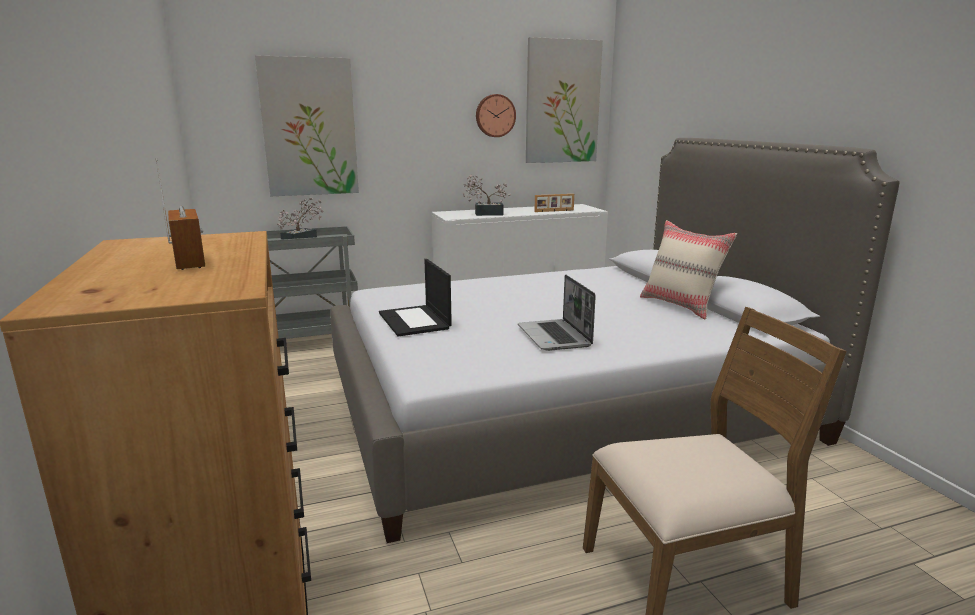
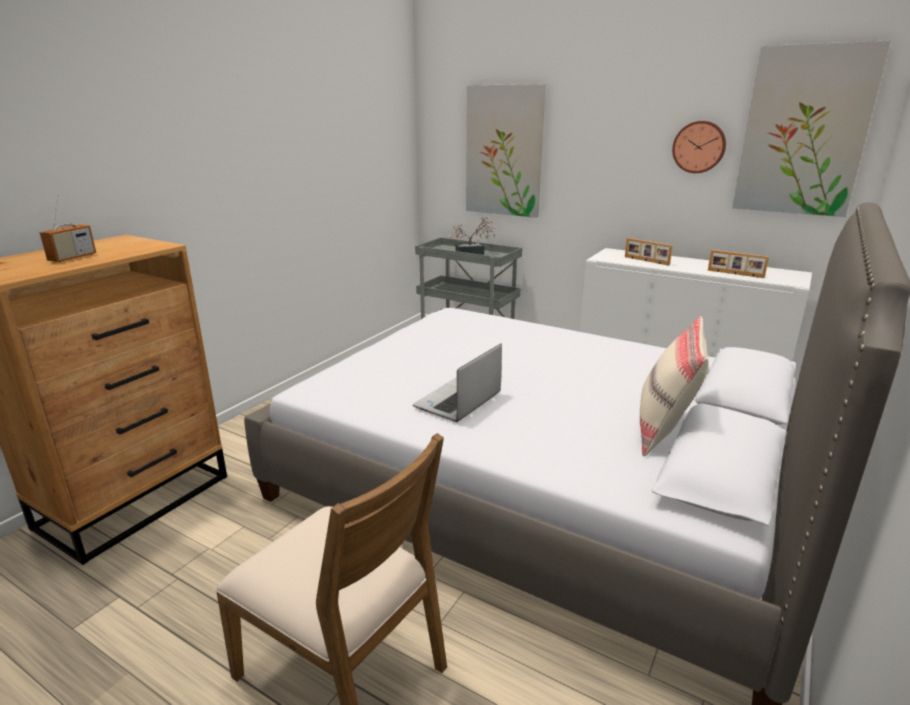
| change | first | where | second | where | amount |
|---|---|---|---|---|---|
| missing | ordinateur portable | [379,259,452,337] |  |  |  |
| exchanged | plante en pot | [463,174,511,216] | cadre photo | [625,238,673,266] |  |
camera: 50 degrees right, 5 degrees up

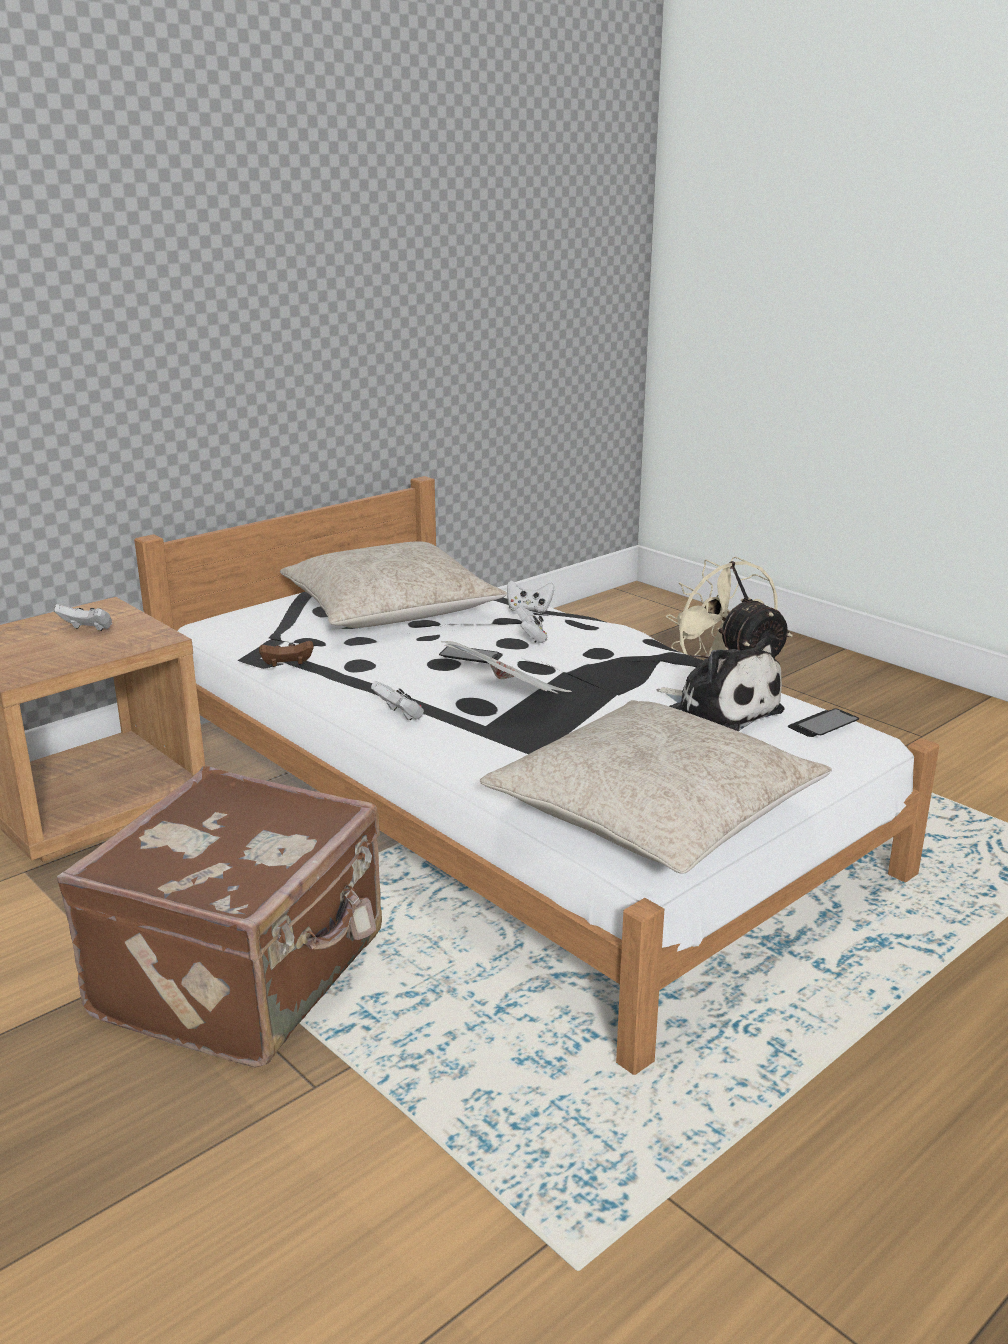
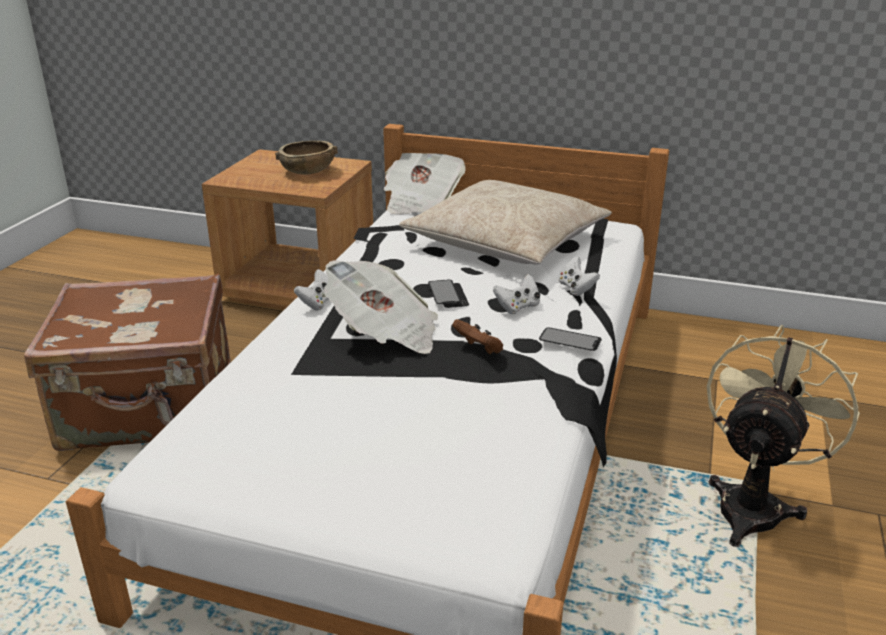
| change | first | where | second | where | amount |
|---|---|---|---|---|---|
| exchanged | manette [blanc] | [54,604,112,631] | bol [marron] | [275,141,338,175] |  |
| relocated | manette [marron] | [259,641,314,667] |  | [452,319,503,354] |  |
| missing | coussin [beige] | [480,700,832,874] |  |  |  |
| missing | peluche | [657,637,785,731] |  |  |  |
| relocated | téléphone | [788,708,859,737] |  | [539,327,602,351] |  |
| appeared |  |  | journal | [384,153,466,215] |  |
camera: 60 degrees right, 5 degrees up

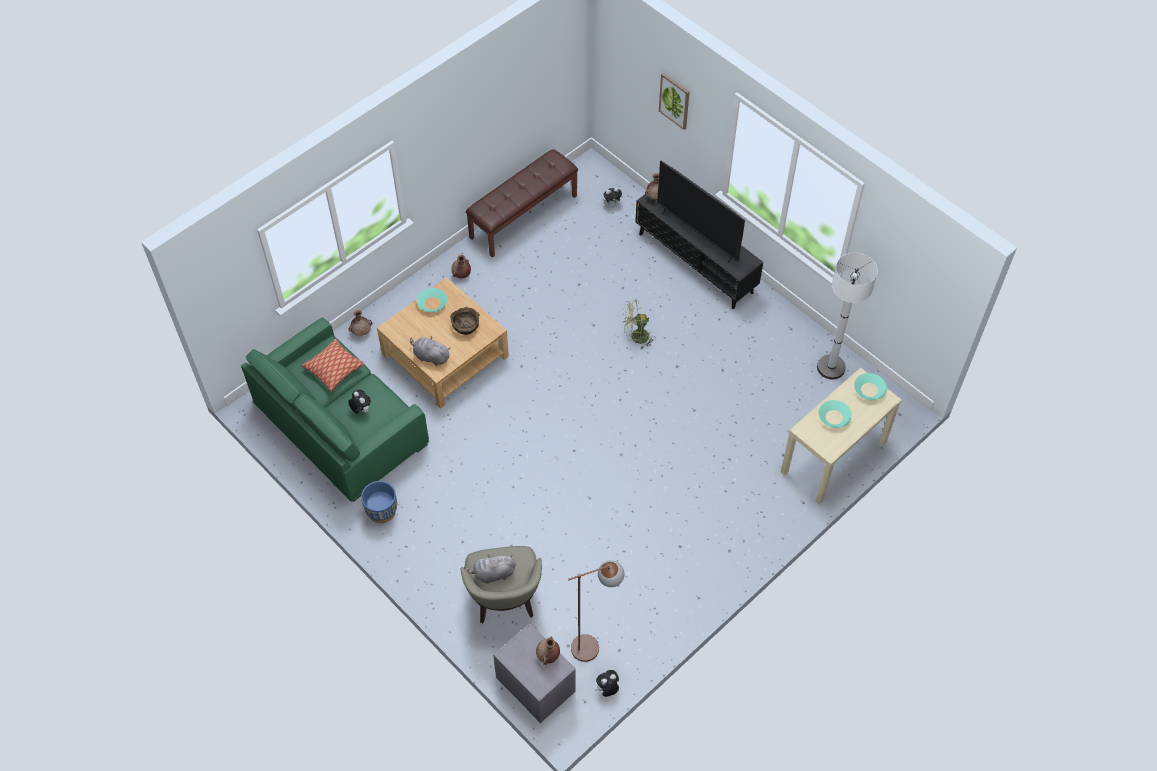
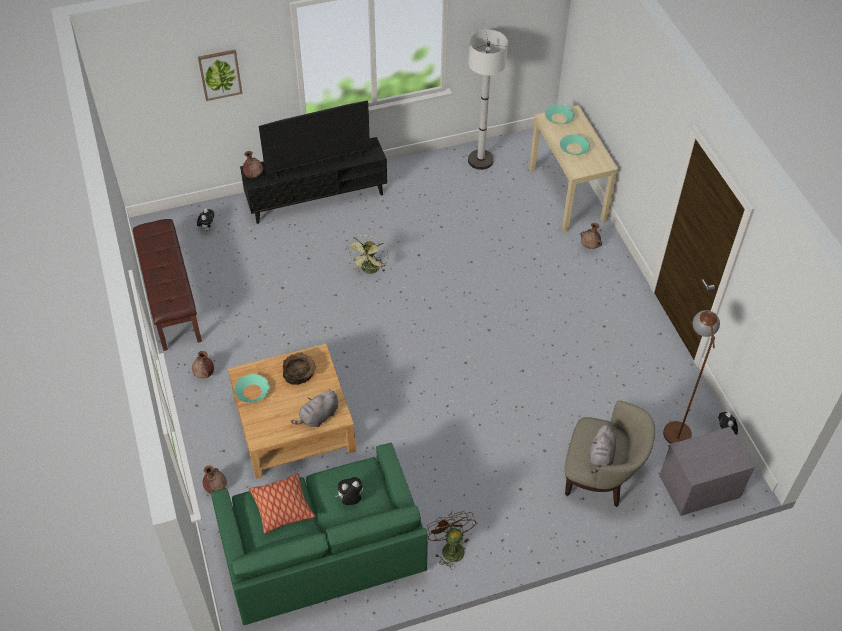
| change | first | where | second | where | amount |
|---|---|---|---|---|---|
| exchanged | cache-pot [bleu] | [361,481,397,523] | ventilateur [marron] | [427,511,476,569] |  |
| relocated | vase [marron] | [536,637,560,665] |  | [580,223,602,249] |  |
camera: 65 degrees left, 5 degrees down

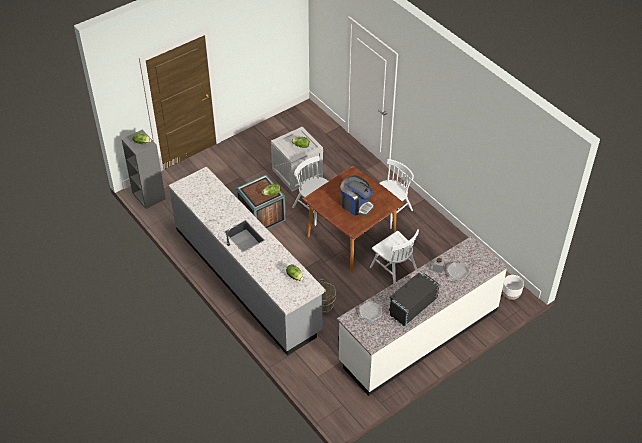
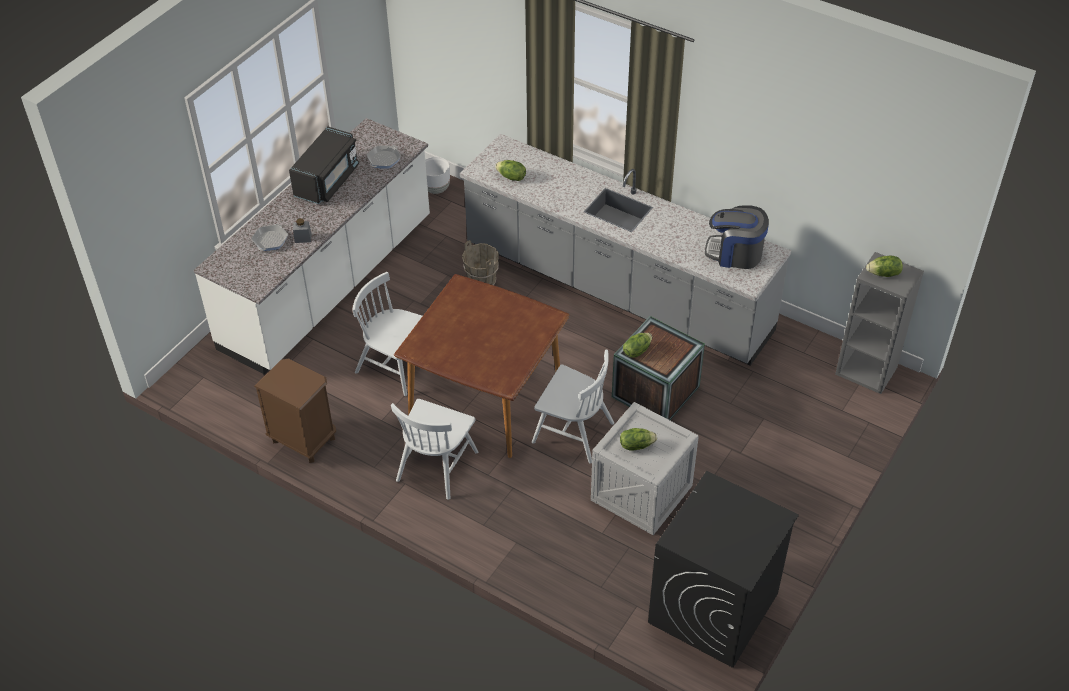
| change | first | where | second | where | amount |
|---|---|---|---|---|---|
| relocated | machine à café | [340,175,374,216] |  | [705,205,769,269] |  |
| relocated | cache-pot [blanc] | [502,275,524,300] |  | [425,157,450,194] |  |
| appeared |  |  | table de chevet [marron] | [254,358,336,463] |  |
| appeared |  |  | lave-linge [noir] | [648,471,799,668] |  |
camera: 160 degrees right, 0 degrees up

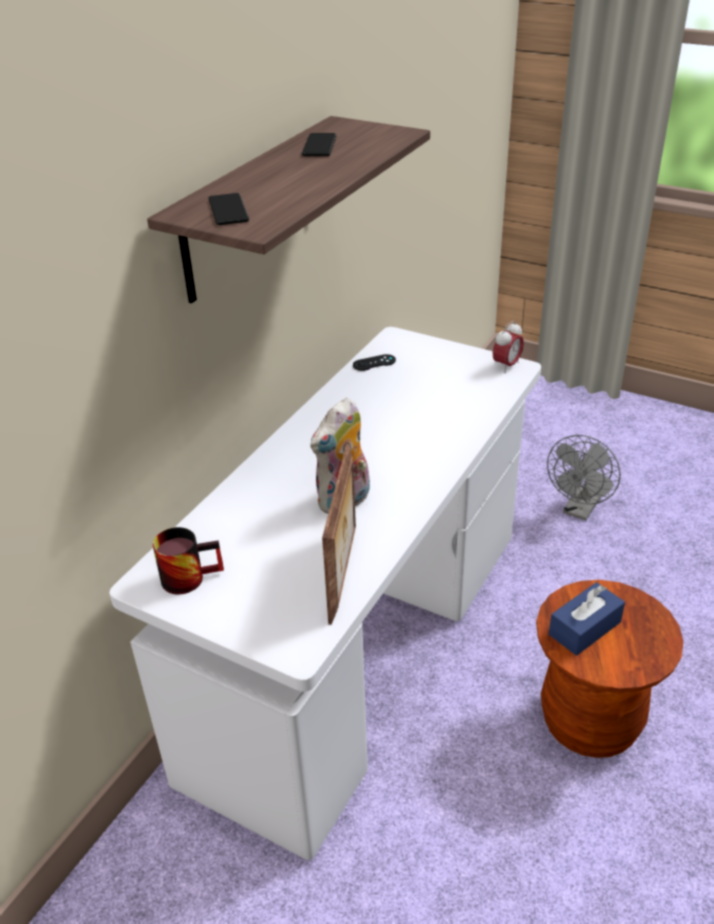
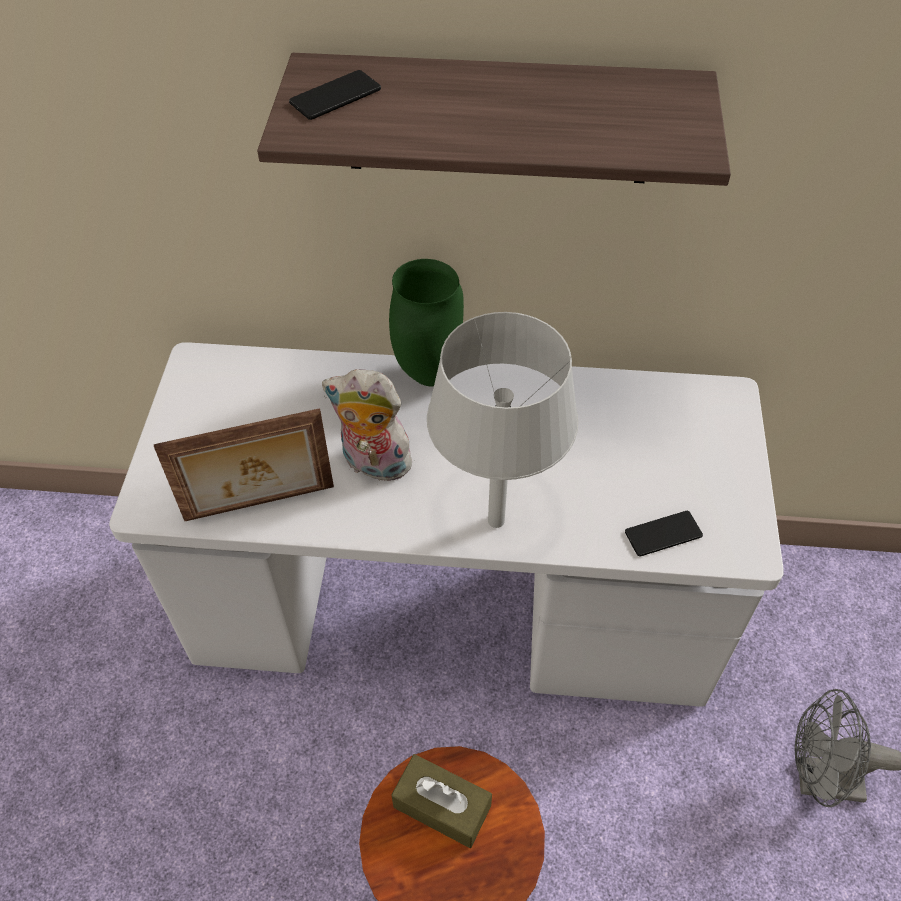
| change | first | where | second | where | amount |
|---|---|---|---|---|---|
| missing | mug | [153,527,224,594] |  |  |  |
| relocated | téléphone | [302,133,337,156] |  | [625,511,703,556] |  |
| missing | manette [noir] | [353,354,396,371] |  |  |  |
| missing | réveil | [493,321,524,373] |  |  |  |
| colour | boîte à mouchoirs [bleu] | [549,582,625,656] | boîte à mouchoirs [marron] | [391,754,492,848] |  |
| appeared |  |  | vase [vert] | [389,259,464,387] |  |
| appeared |  |  | lampe de table [gris] | [427,312,578,528] |  |
camera: 65 degrees right, 15 degrees up

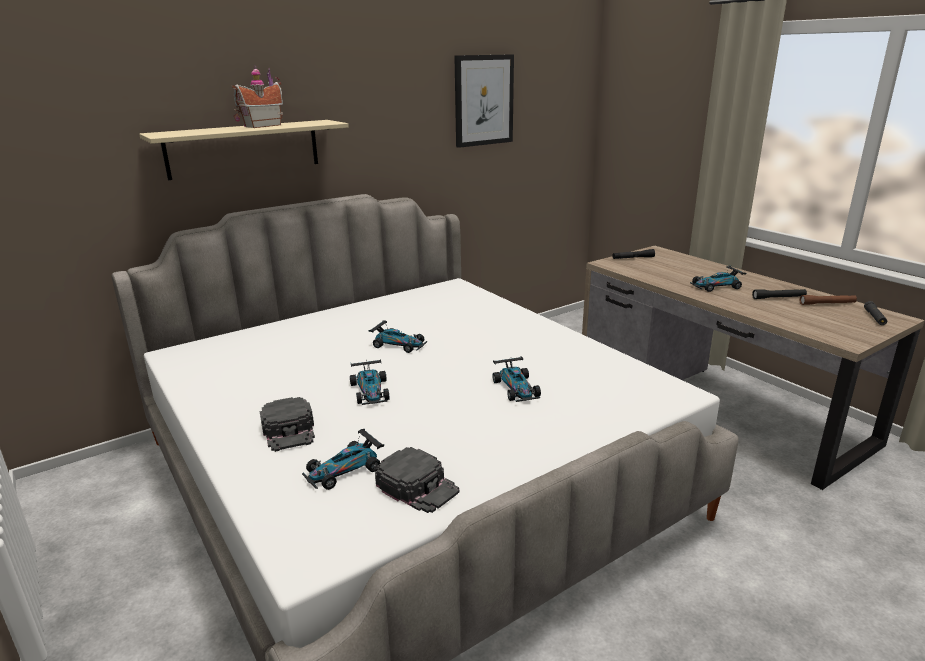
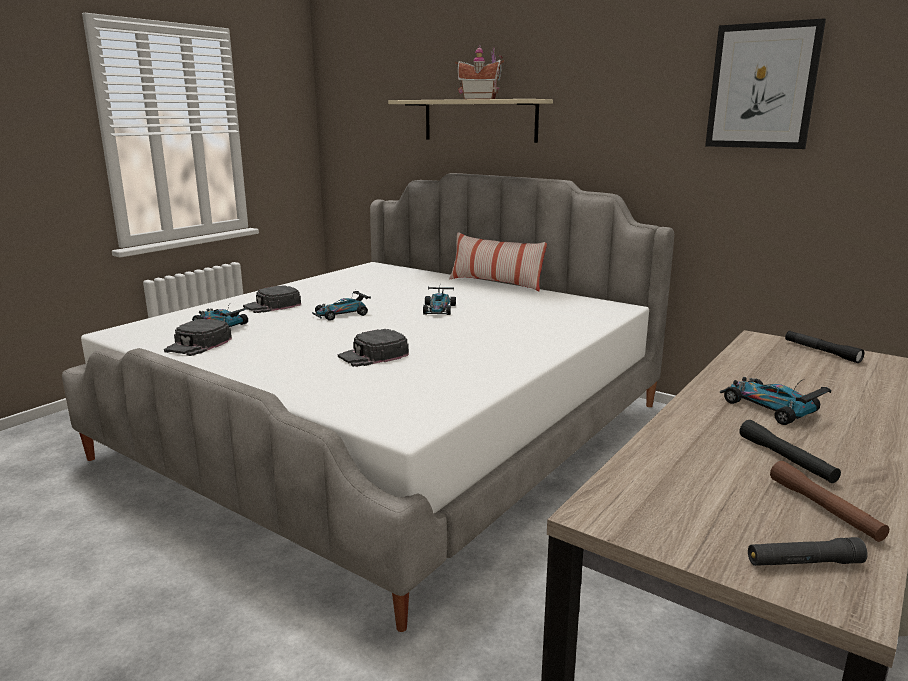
| change | first | where | second | where | amount |
|---|---|---|---|---|---|
| exchanged | petite voiture | [493,357,541,402] | casquette [noir] | [338,329,409,367] |  |
| appeared |  |  | coussin | [449,232,547,291] |  |
camera: 70 degrees right, 5 degrees down

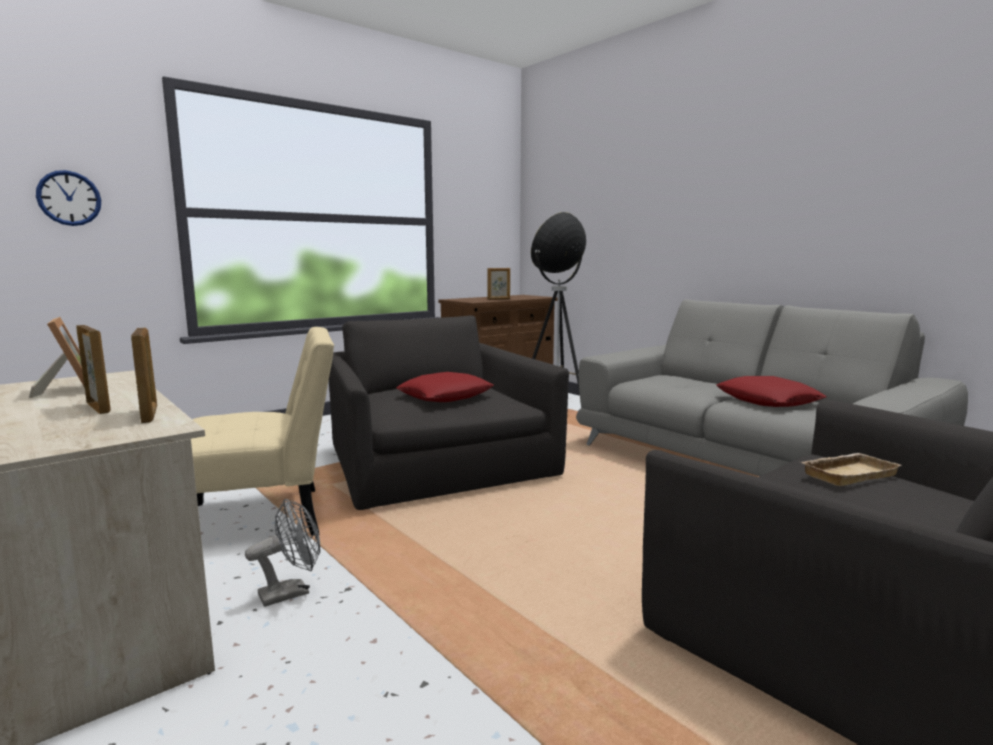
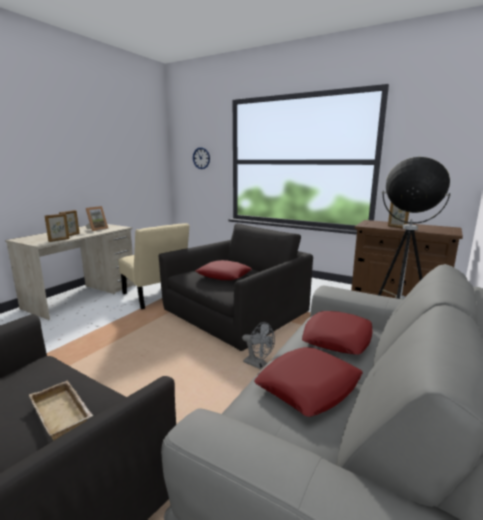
| change | first | where | second | where | amount |
|---|---|---|---|---|---|
| relocated | ventilateur [gris] | [245,499,320,607] |  | [242,322,275,369] |  |
| appeared |  |  | coussin [rouge] | [302,311,373,355] |  |
camera: 70 degrees right, 5 degrees up

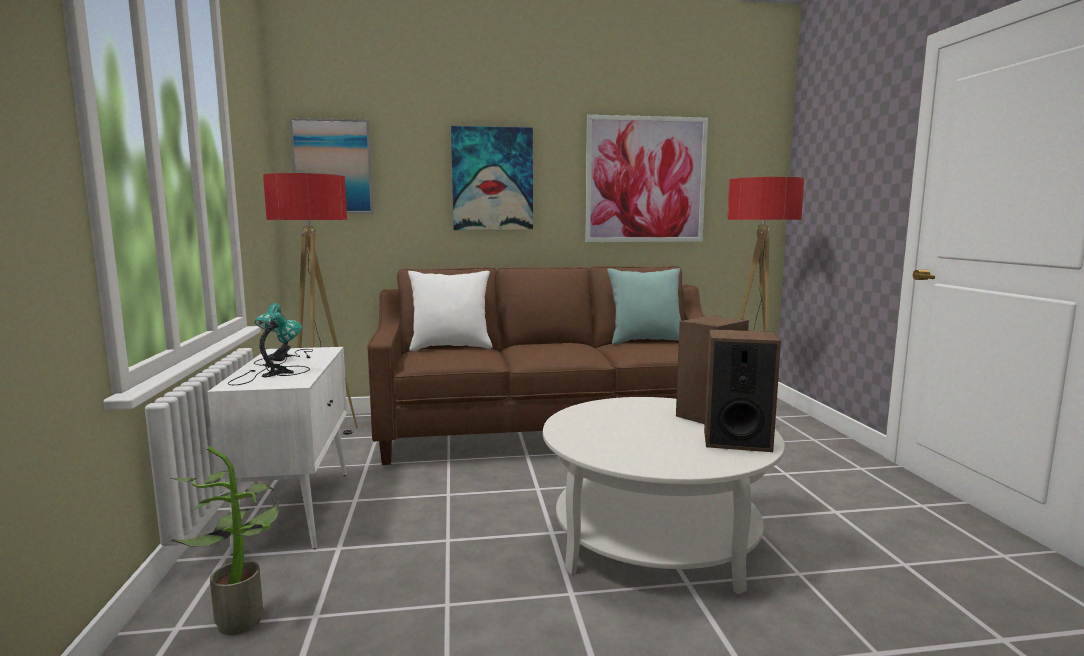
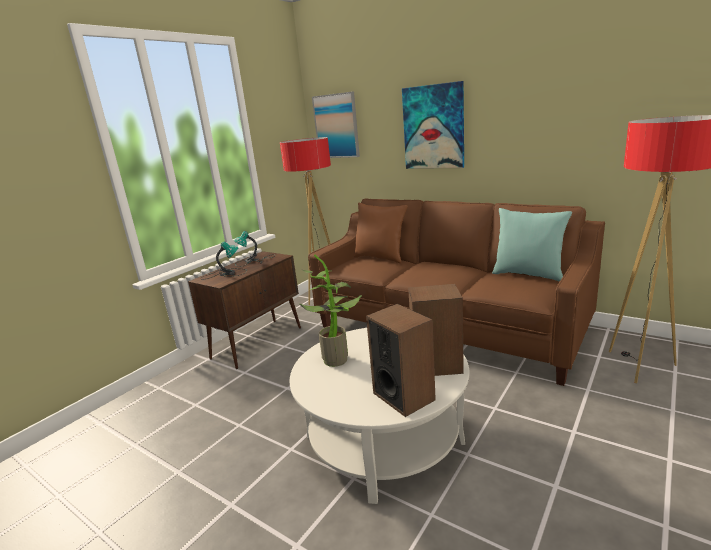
| change | first | where | second | where | amount |
|---|---|---|---|---|---|
| relocated | plante en pot | [170,446,280,635] |  | [299,255,362,367] |  |
| colour | meuble de rangement [blanc] | [208,347,347,555] | meuble de rangement [marron] | [188,251,301,369] |  |
| colour | coussin [blanc] | [408,271,493,351] | coussin [marron] | [354,203,408,263] |  |
| missing | tableau | [585,115,708,242] |  |  |  |
camera: 45 degrees right, 10 degrees up

